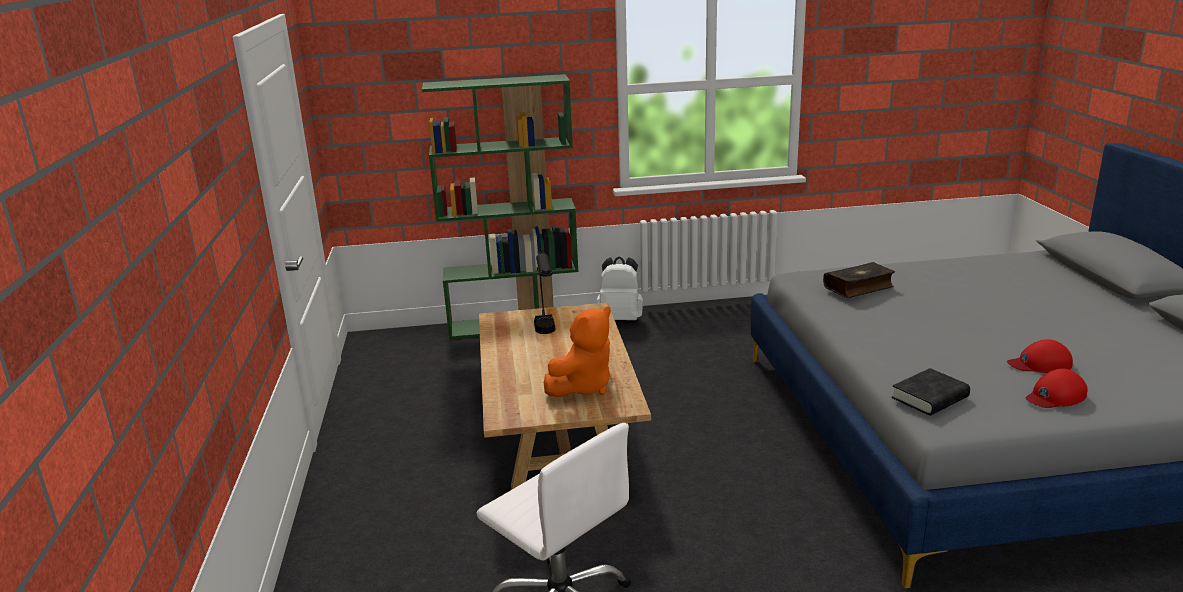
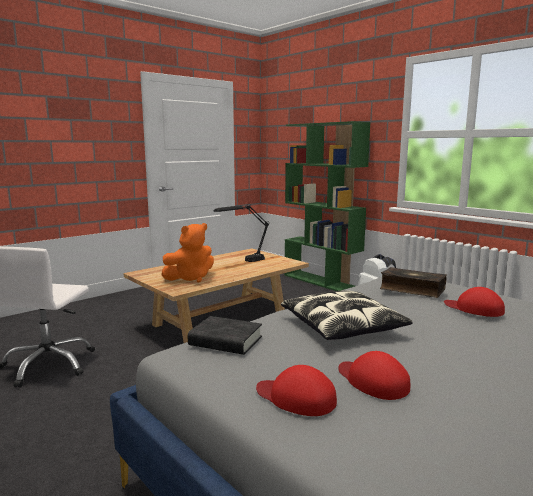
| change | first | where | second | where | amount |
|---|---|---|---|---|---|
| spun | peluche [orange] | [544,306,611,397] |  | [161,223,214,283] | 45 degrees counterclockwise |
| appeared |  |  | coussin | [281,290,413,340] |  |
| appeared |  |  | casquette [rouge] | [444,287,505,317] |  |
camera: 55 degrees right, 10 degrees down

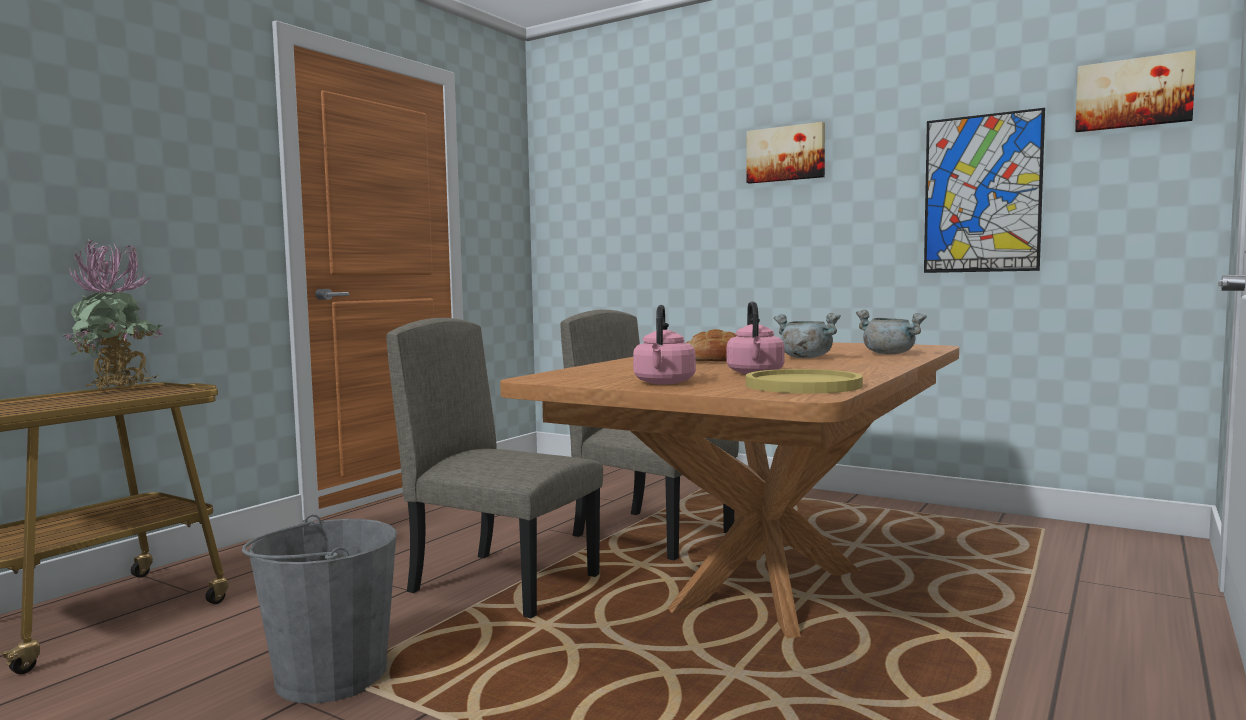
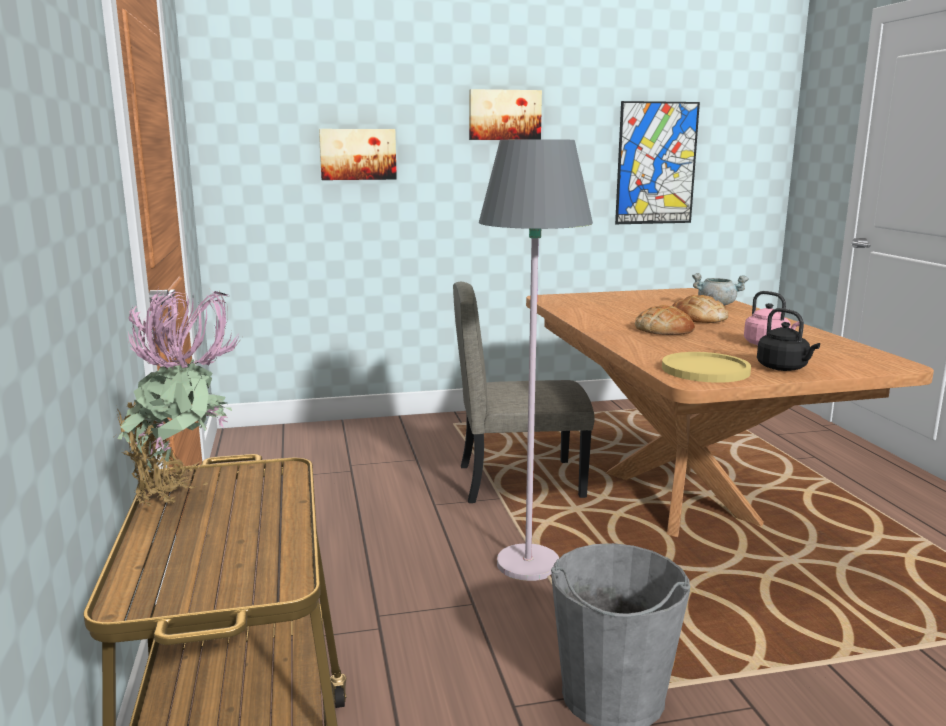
| change | first | where | second | where | amount |
|---|---|---|---|---|---|
| exchanged | chaise [beige] | [386,318,603,618] | lampadaire [gris] | [479,140,593,581] |  |
| colour | bouilloire [rose] | [633,305,696,384] | bouilloire [noir] | [757,308,820,371] |  |
| relocated | assiette [jaune] | [746,369,863,393] |  | [662,352,751,383] |  |
| exchanged | marmite [gris] | [774,313,841,358] | pain | [672,295,728,323] |  |
| relocated | tableau | [1075,50,1196,132] |  | [319,129,397,180] |  |
camera: 45 degrees left, 10 degrees up

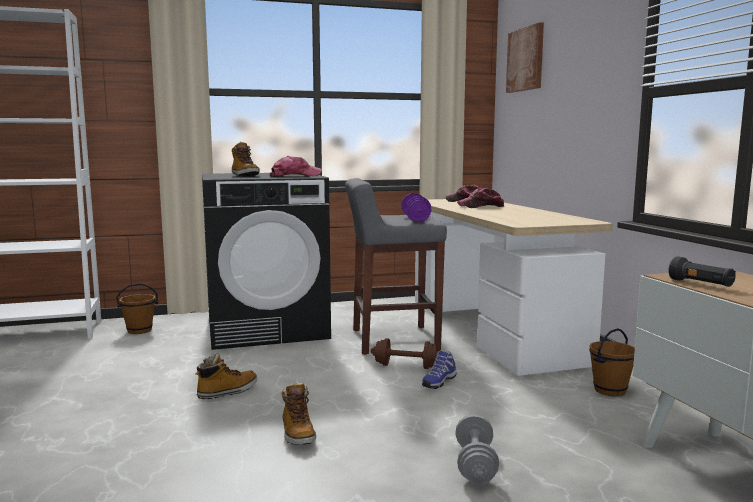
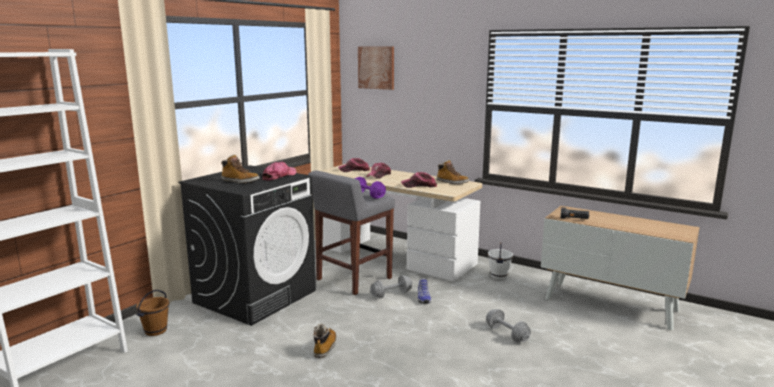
| change | first | where | second | where | amount |
|---|---|---|---|---|---|
| relocated | botte | [282,383,316,444] |  | [437,160,469,184] |  |
| colour | haltère [marron] | [371,338,439,369] | haltère [gris] | [370,275,413,298] |  |
| colour | seau [marron] | [589,328,635,396] | seau [blanc] | [488,243,513,279] |  |
| appeared |  |  | casquette | [401,172,437,188] |  |
camera: 40 degrees left, 5 degrees up

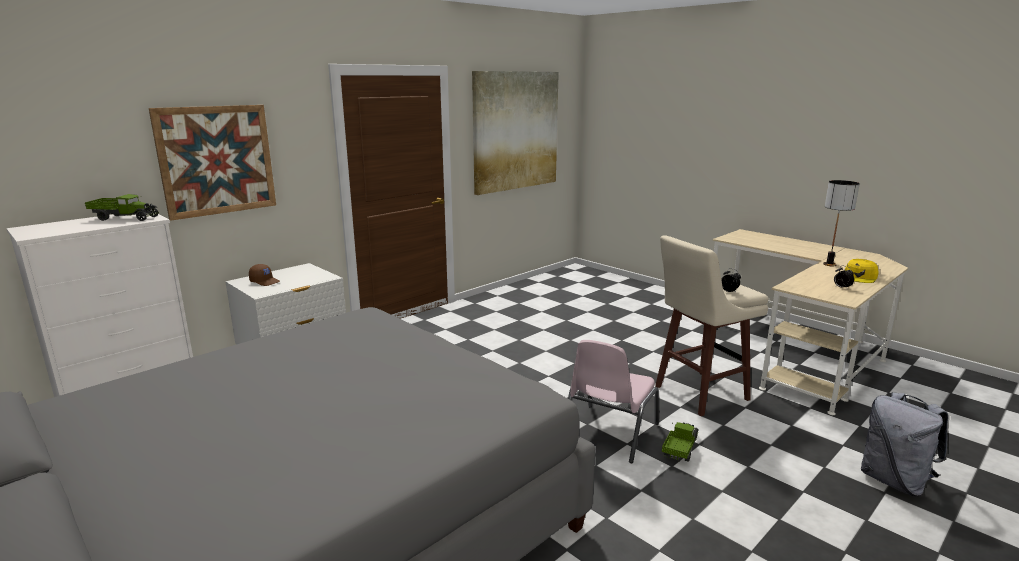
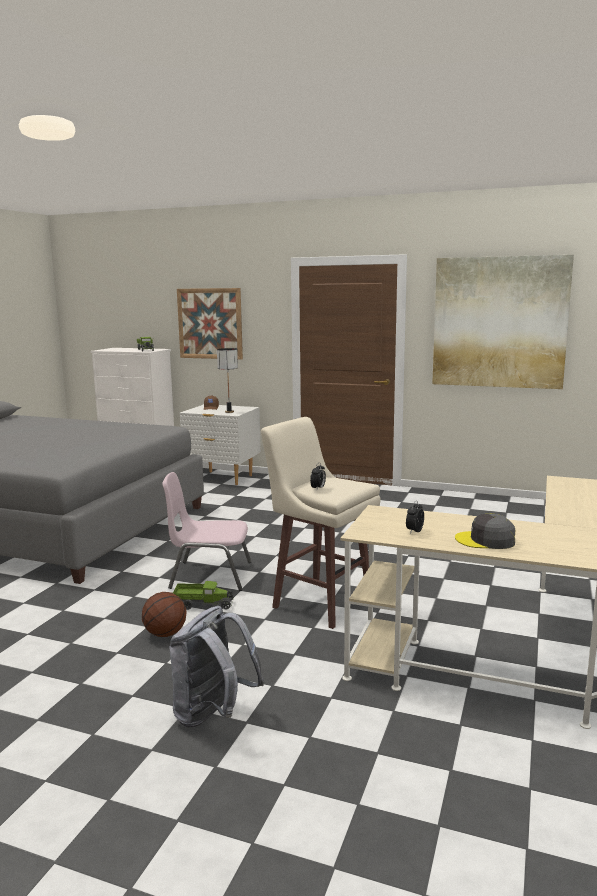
| change | first | where | second | where | amount |
|---|---|---|---|---|---|
| relocated | lampe de table | [823,180,860,266] |  | [217,348,238,413] |  |
| colour | casquette [jaune] | [845,259,879,283] | casquette [gris] | [455,514,516,549] |  |
| appeared |  |  | ballon de basket | [142,592,187,637] |  |
camera: 65 degrees right, 5 degrees down

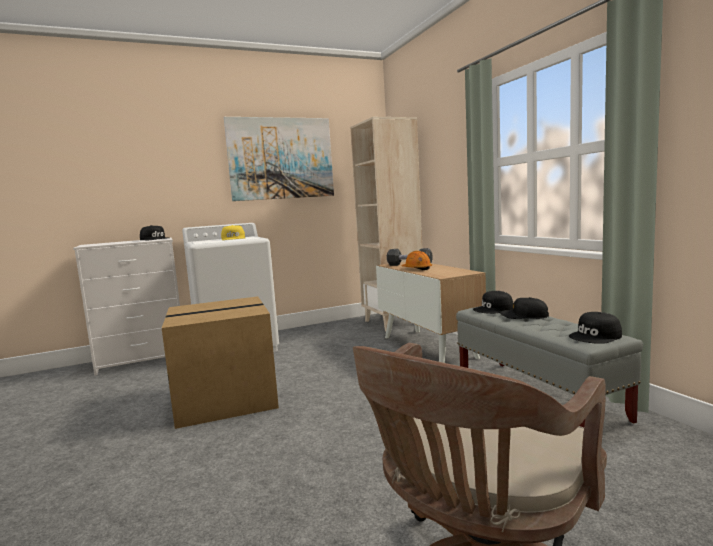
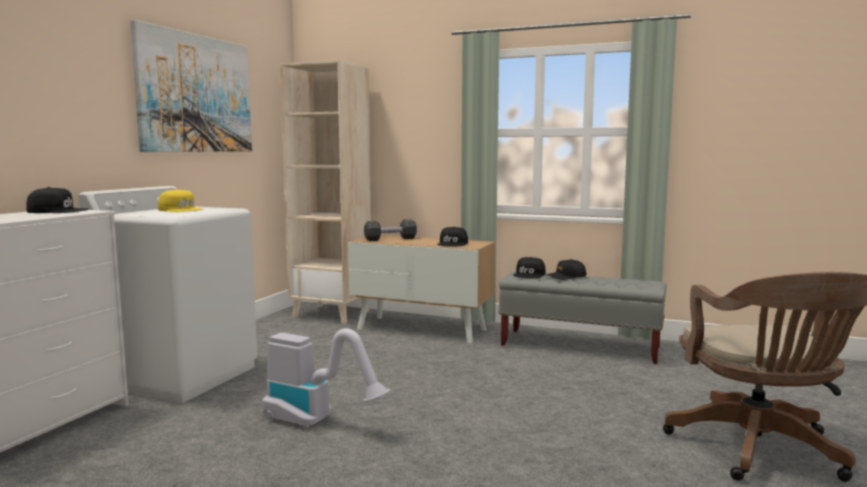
| change | first | where | second | where | amount |
|---|---|---|---|---|---|
| exchanged | carton | [162,296,279,429] | aspirateur | [262,328,391,429] |  |
| missing | casque de chantier [orange] | [401,251,432,270] |  |  |  |
| relocated | casquette [noir] | [569,312,622,344] |  | [437,227,468,246] |  |
camera: 45 degrees left, 0 degrees up

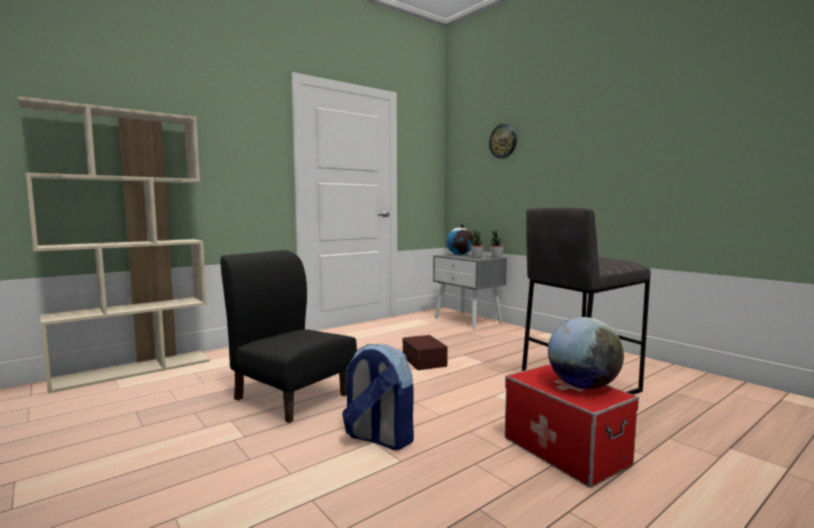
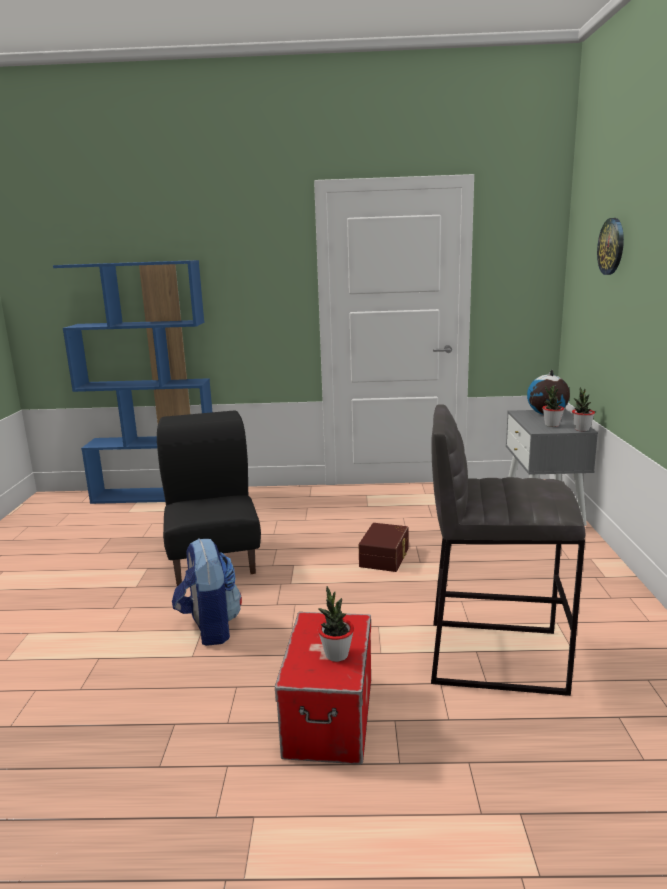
| change | first | where | second | where | amount |
|---|---|---|---|---|---|
| colour | bibliothèque [beige] | [18,96,210,394] | bibliothèque [bleu] | [53,260,212,504] |  |
| exchanged | globe | [548,317,624,389] | plante en pot | [318,586,354,662] |  |
camera: 40 degrees right, 10 degrees up

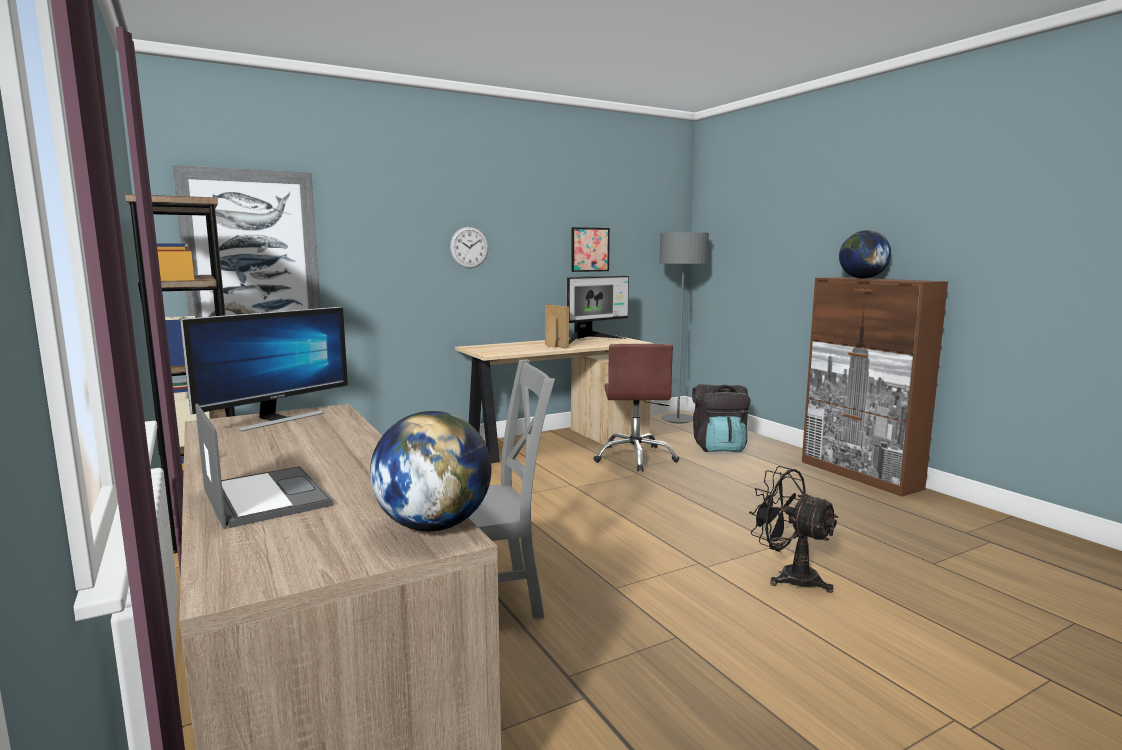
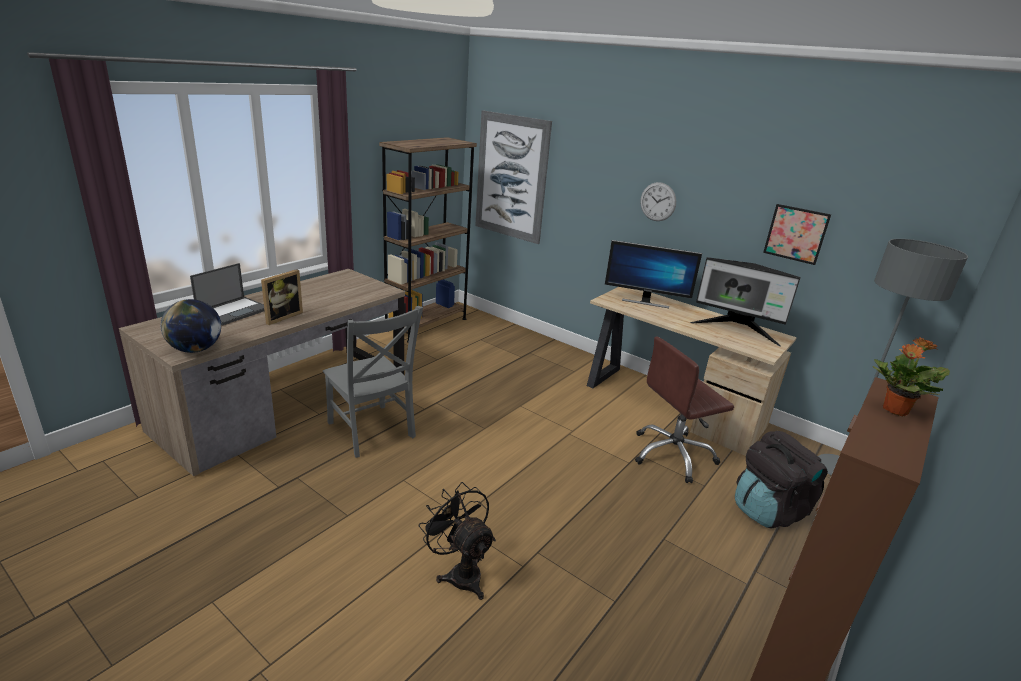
| change | first | where | second | where | amount |
|---|---|---|---|---|---|
| relocated | écran d'ordinateur | [180,307,348,431] |  | [605,240,702,308] |  |
| relocated | cadre photo | [545,304,569,349] |  | [261,269,303,325] |  |
| spun | ventilateur [noir] | [749,466,838,593] |  | [419,482,496,600] | 60 degrees counterclockwise |
| exchanged | globe | [839,230,891,279] | plante en pot | [873,337,950,416] |  |
camera: 65 degrees right, 15 degrees up

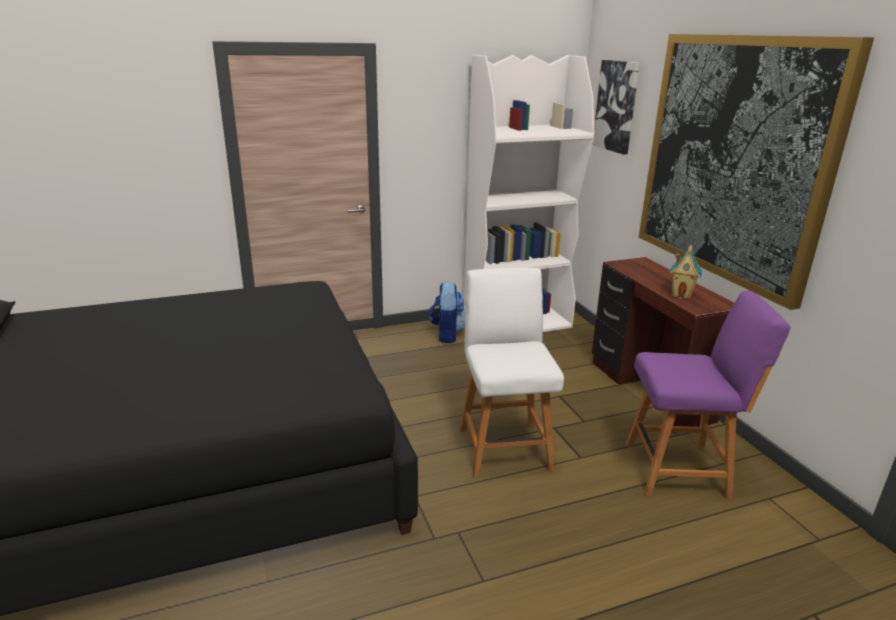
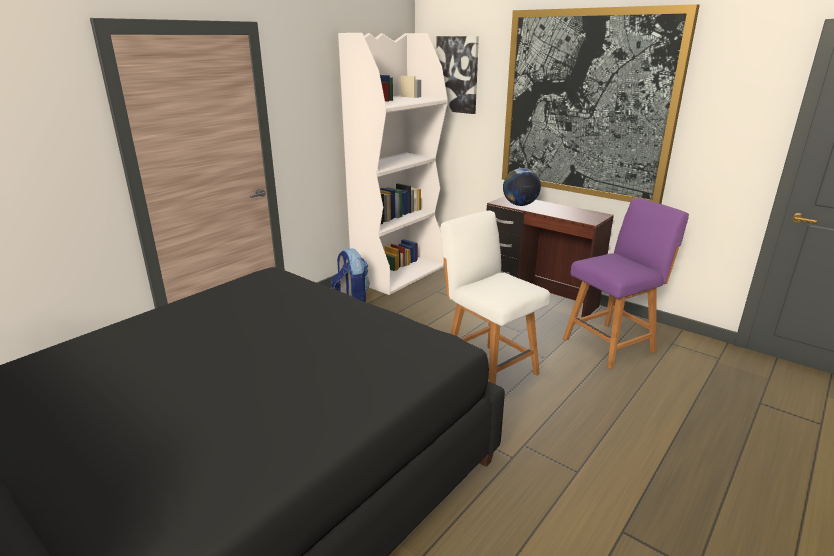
| change | first | where | second | where | amount |
|---|---|---|---|---|---|
| missing | maison miniature | [670,245,702,299] |  |  |  |
| appeared |  |  | globe | [503,168,541,206] |  |
camera: 30 degrees left, 0 degrees up

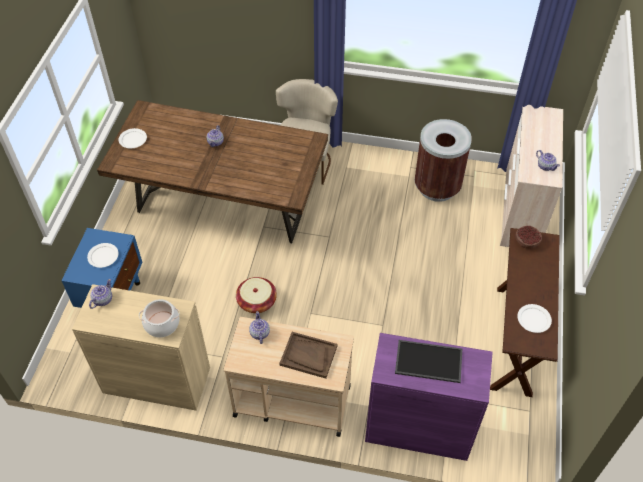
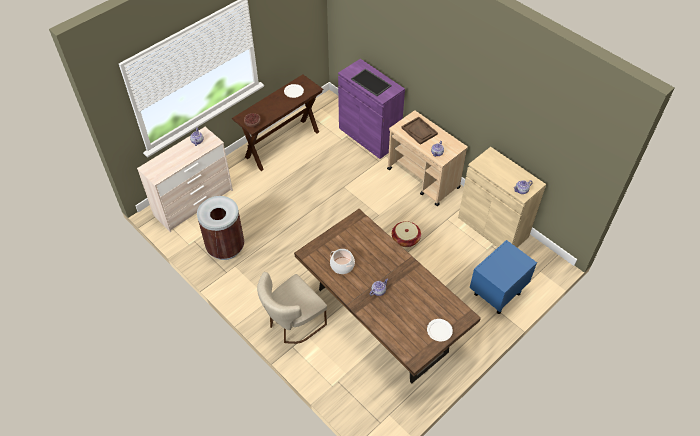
| change | first | where | second | where | amount |
|---|---|---|---|---|---|
| missing | assiette [blanc] | [87,243,119,268] |  |  |  |
| relocated | marmite | [139,299,180,338] |  | [330,249,355,274] |  |
camera: 145 degrees left, 0 degrees up

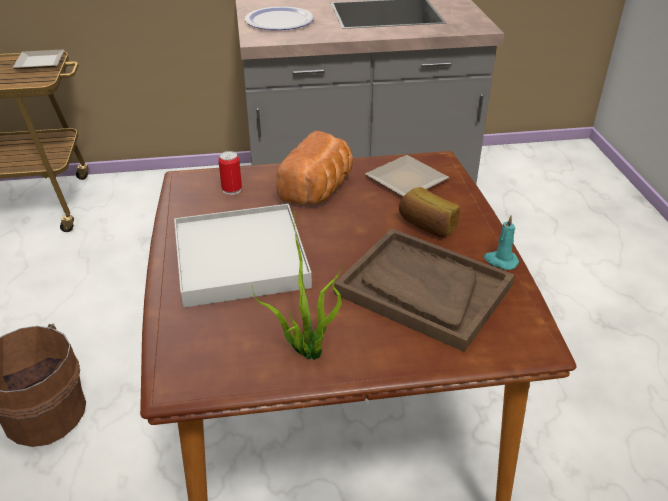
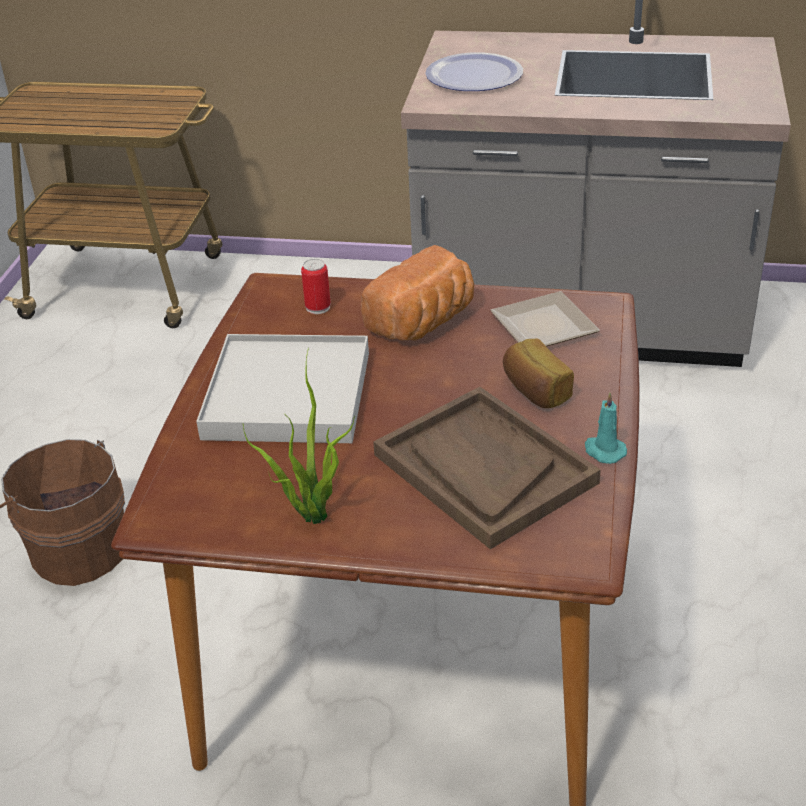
| change | first | where | second | where | amount |
|---|---|---|---|---|---|
| missing | assiette | [13,50,64,69] |  |  |  |
camera: 20 degrees right, 0 degrees up

